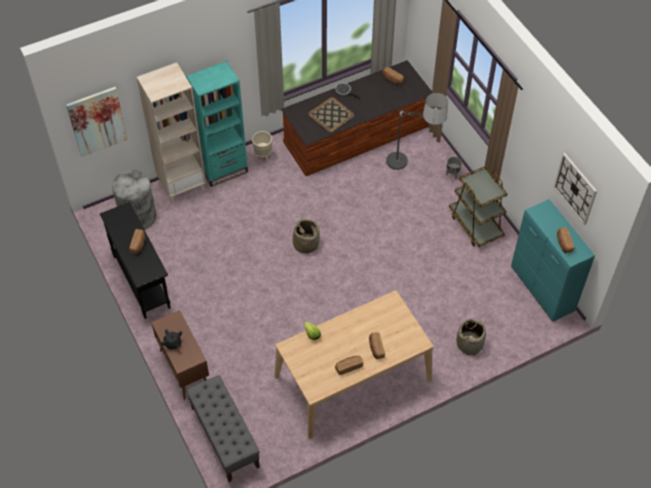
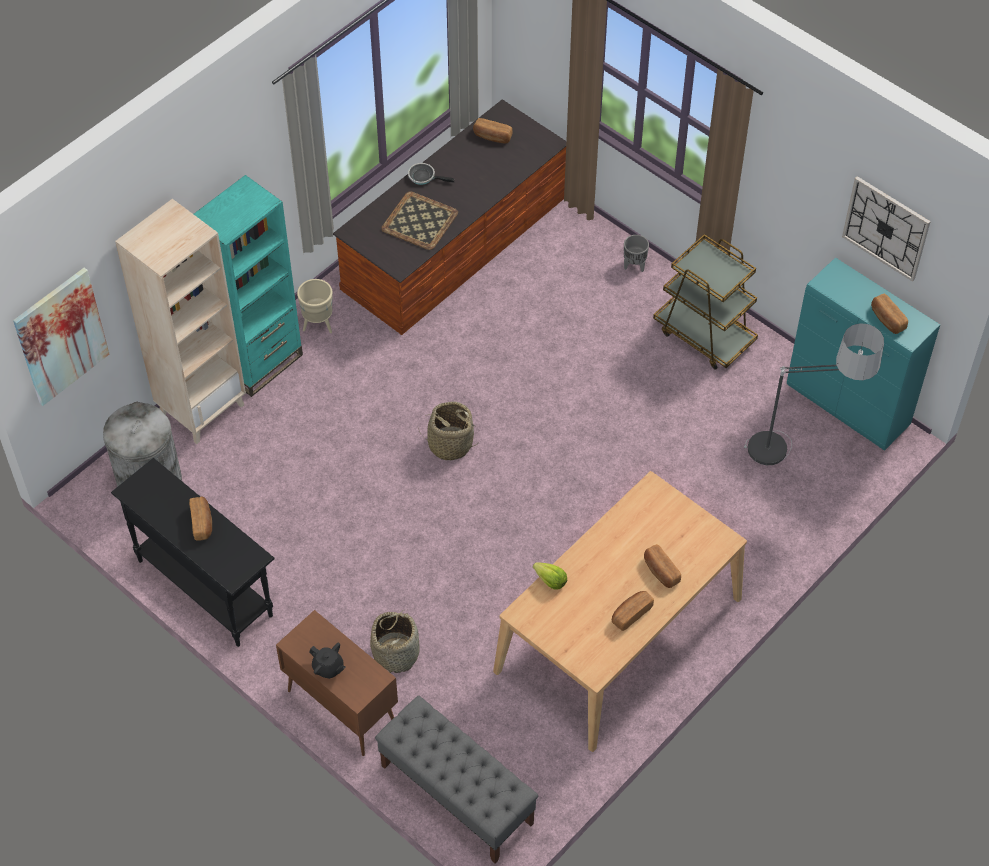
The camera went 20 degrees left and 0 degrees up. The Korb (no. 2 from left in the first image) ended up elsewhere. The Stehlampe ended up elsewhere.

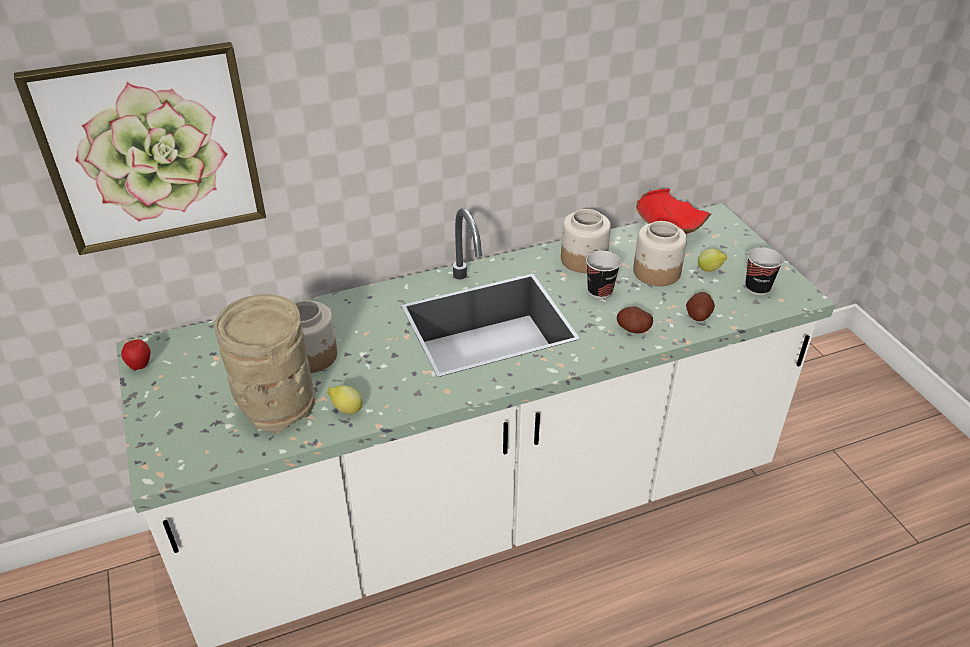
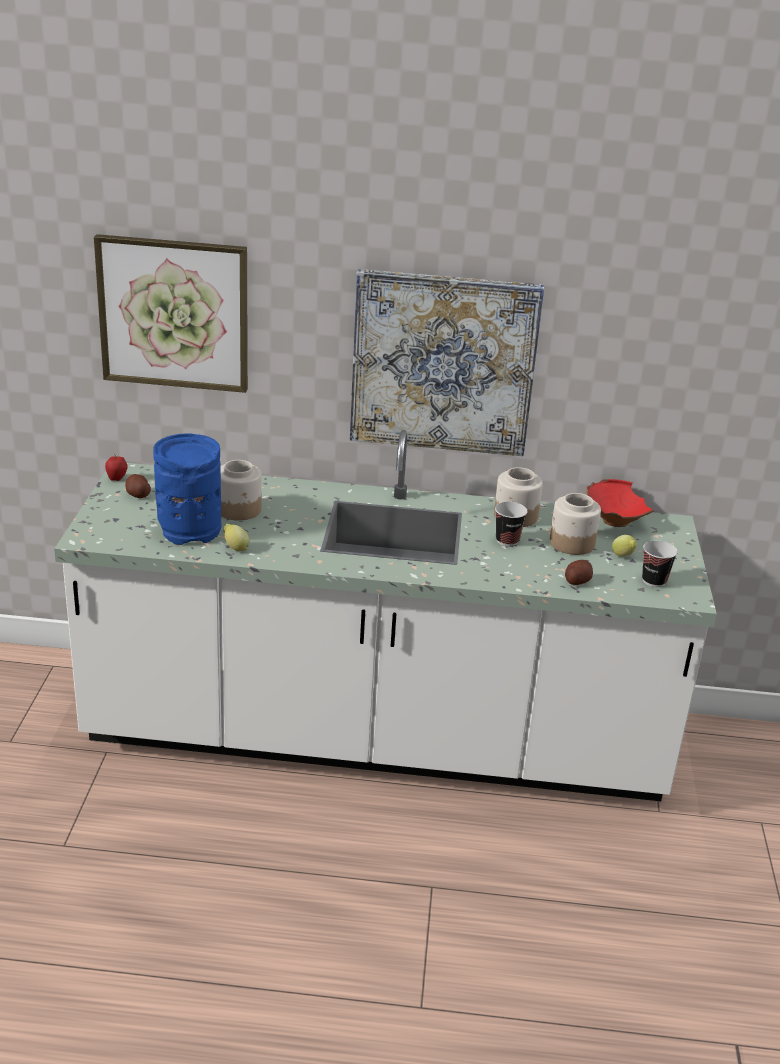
The camera went 25 degrees right and 10 degrees down. The Kartoffel (no. 1 from left) ended up elsewhere. What was the Vase/beige turned into the Vase/blau. The second view gained the Bild (no. 2 from left).

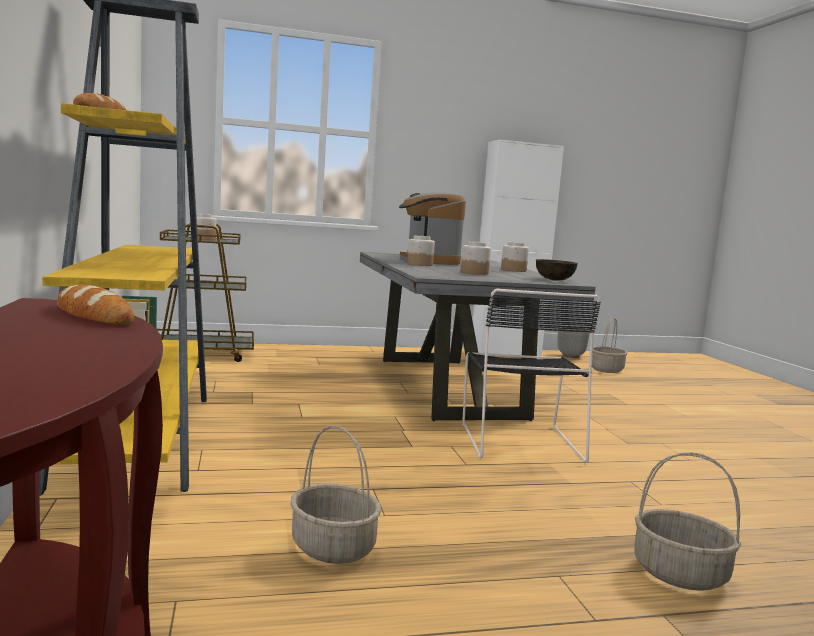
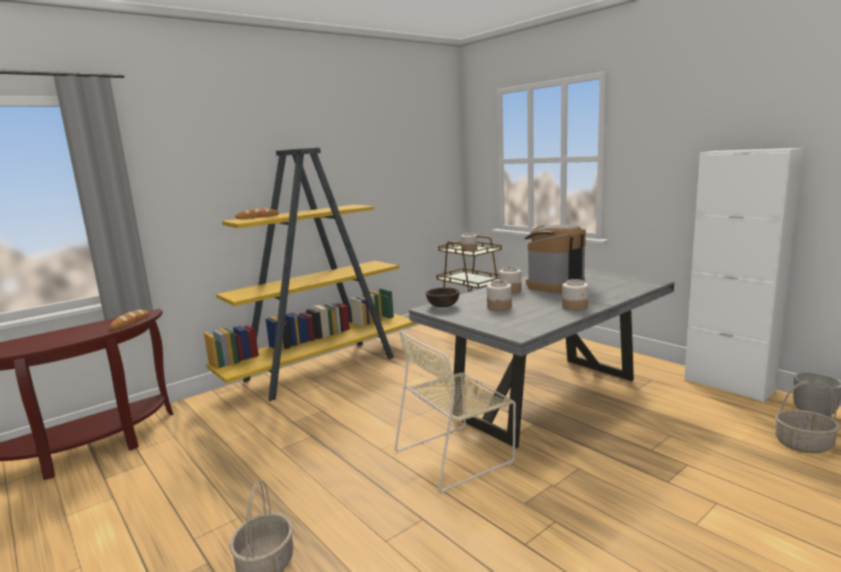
The camera went 65 degrees right and 5 degrees up. What was the Stuhl/schwarz turned into the Stuhl/beige. The Schüssel/braun ended up elsewhere. The second view lost the Korb (no. 1 from left).

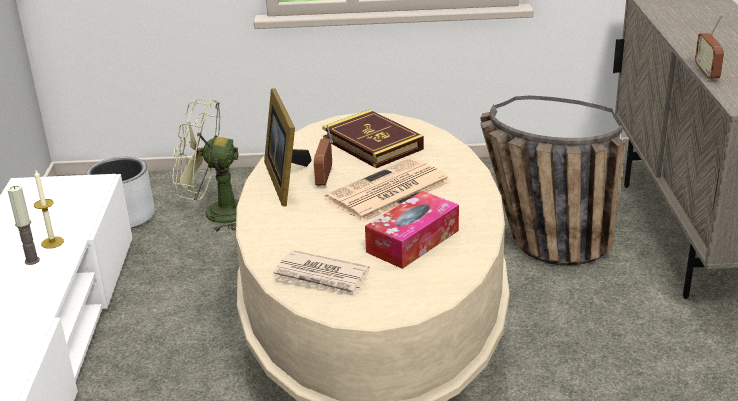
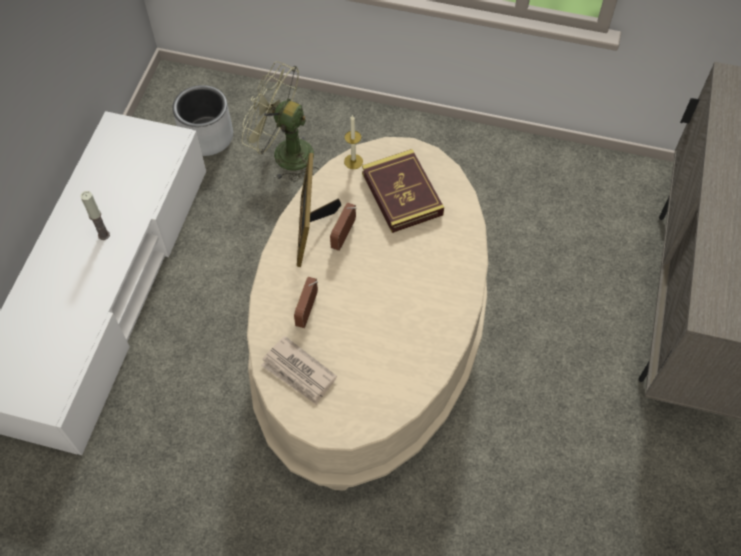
The camera went 15 degrees right and 30 degrees up. The Radio (no. 2 from left in the first image) ended up elsewhere. The Kerze (no. 2 from left) ended up elsewhere. The second view lost the Zeitung (no. 2 from left). The second view lost the Taschentuchbox. The second view lost the Korb.

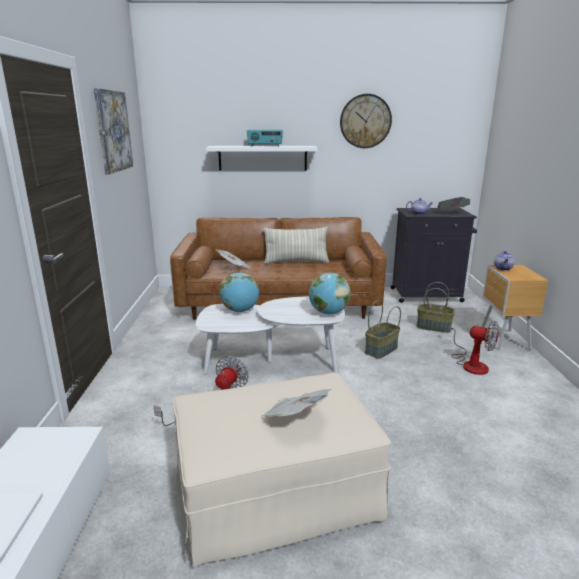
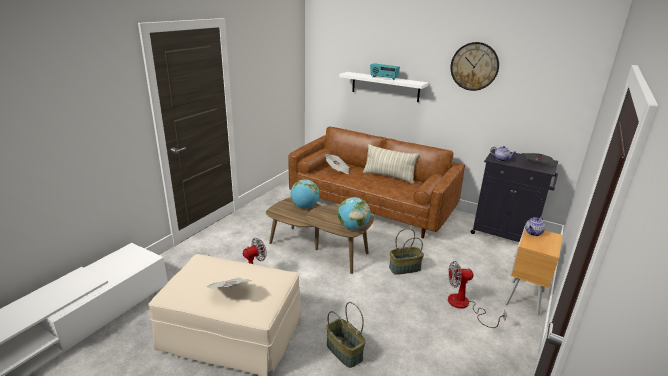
The camera went 30 degrees right and 5 degrees up. What was the Couchtisch/weiß turned into the Couchtisch/braun. The Korb (no. 2 from left in the first image) ended up elsewhere. The Ventilator (no. 2 from left) ended up facing another way, 120 degrees clockwise from before. The second view lost the Bild.

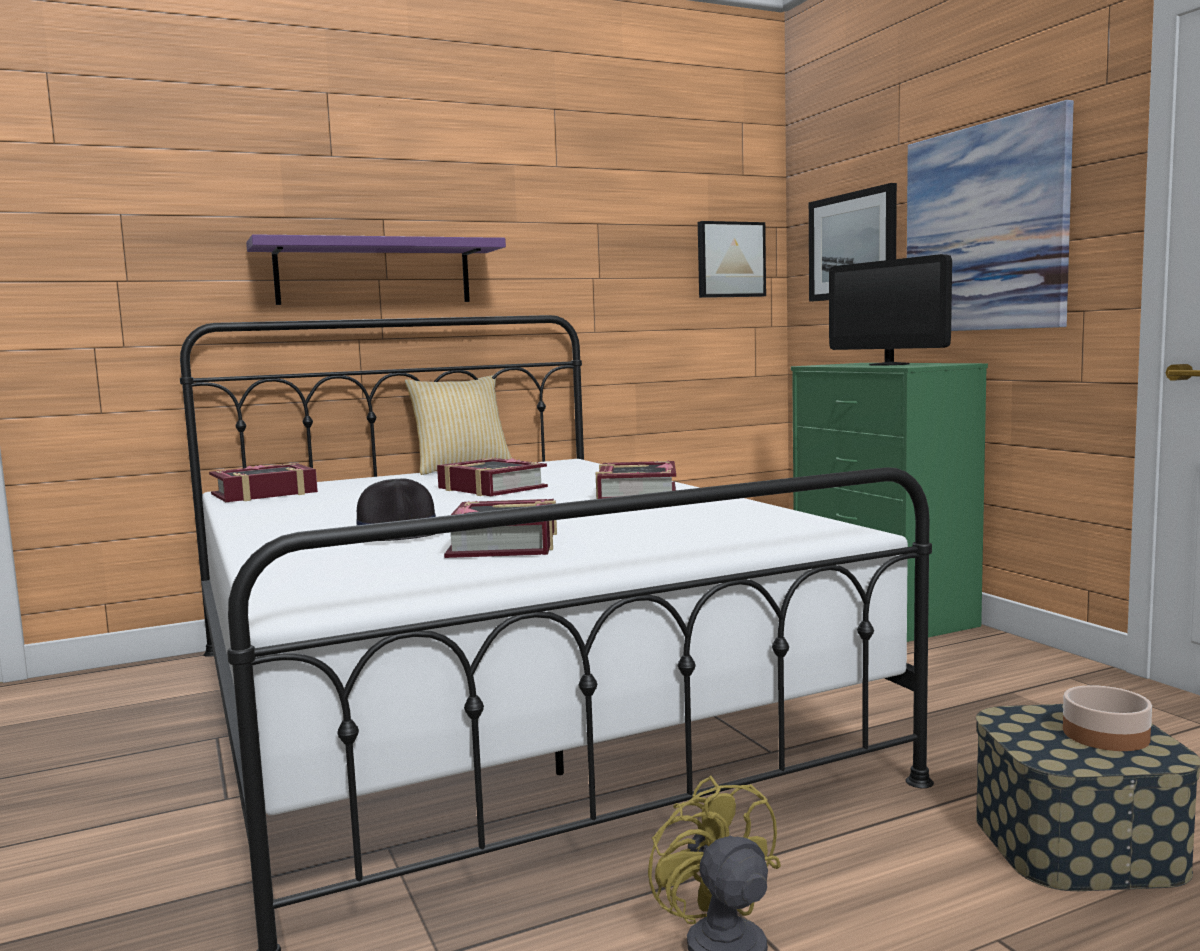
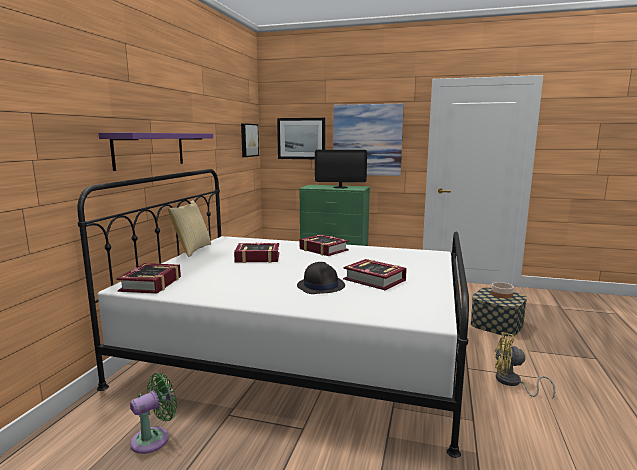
The camera went 50 degrees left and 5 degrees up. The second view gained the Ventilator/grün.

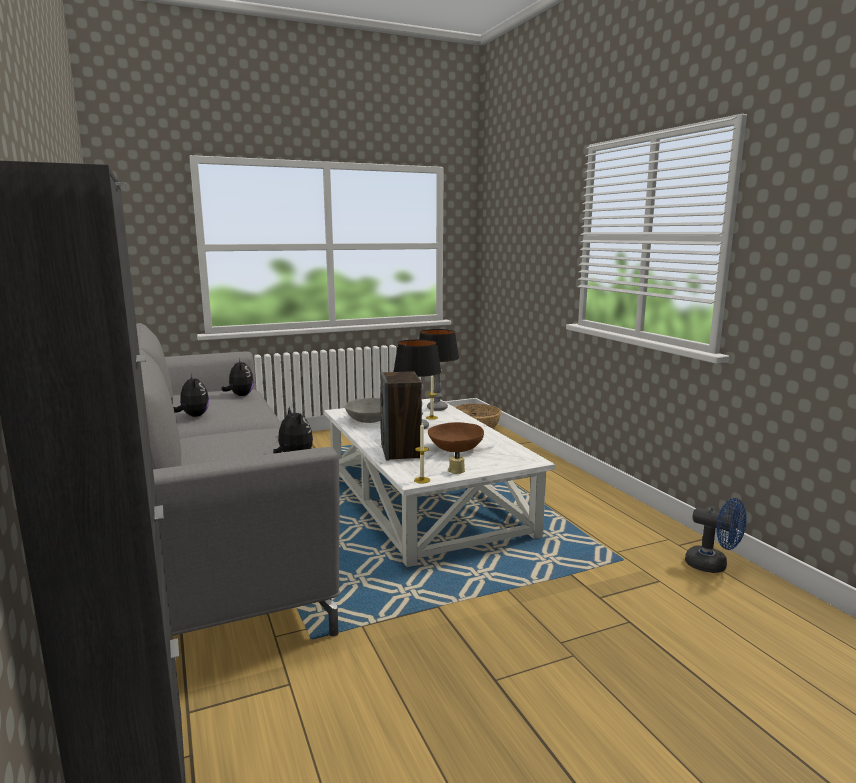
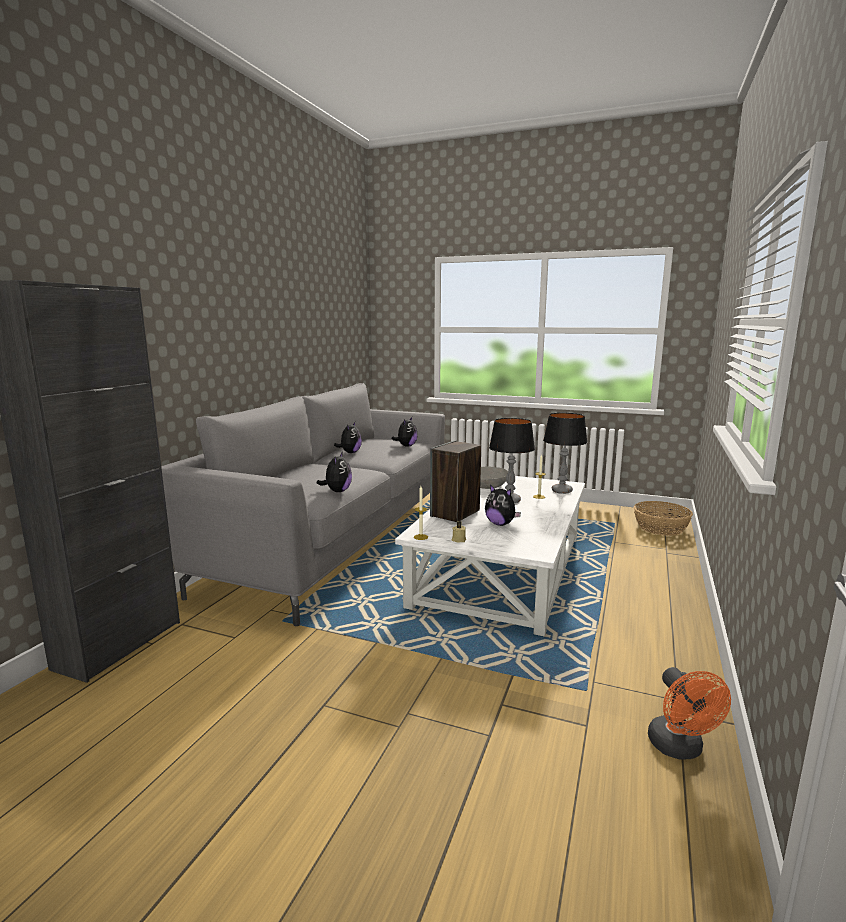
The camera went 45 degrees right and 0 degrees up. Where the Schüssel/braun stood, the Plüschtier (no. 4 from left) came to stand. What was the Ventilator/blau turned into the Ventilator/orange.

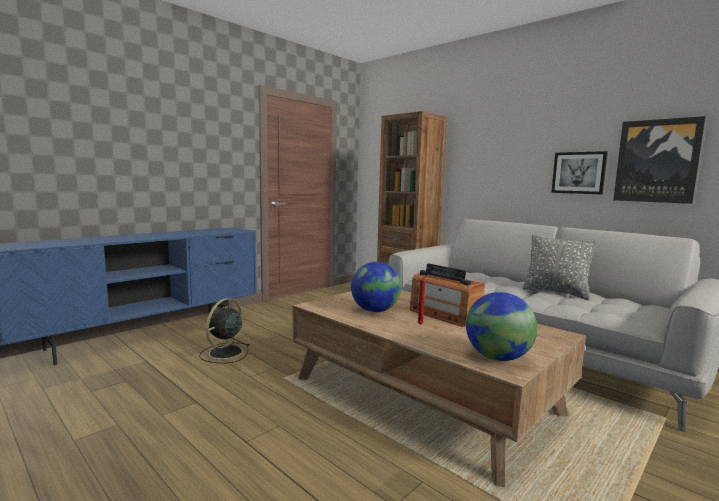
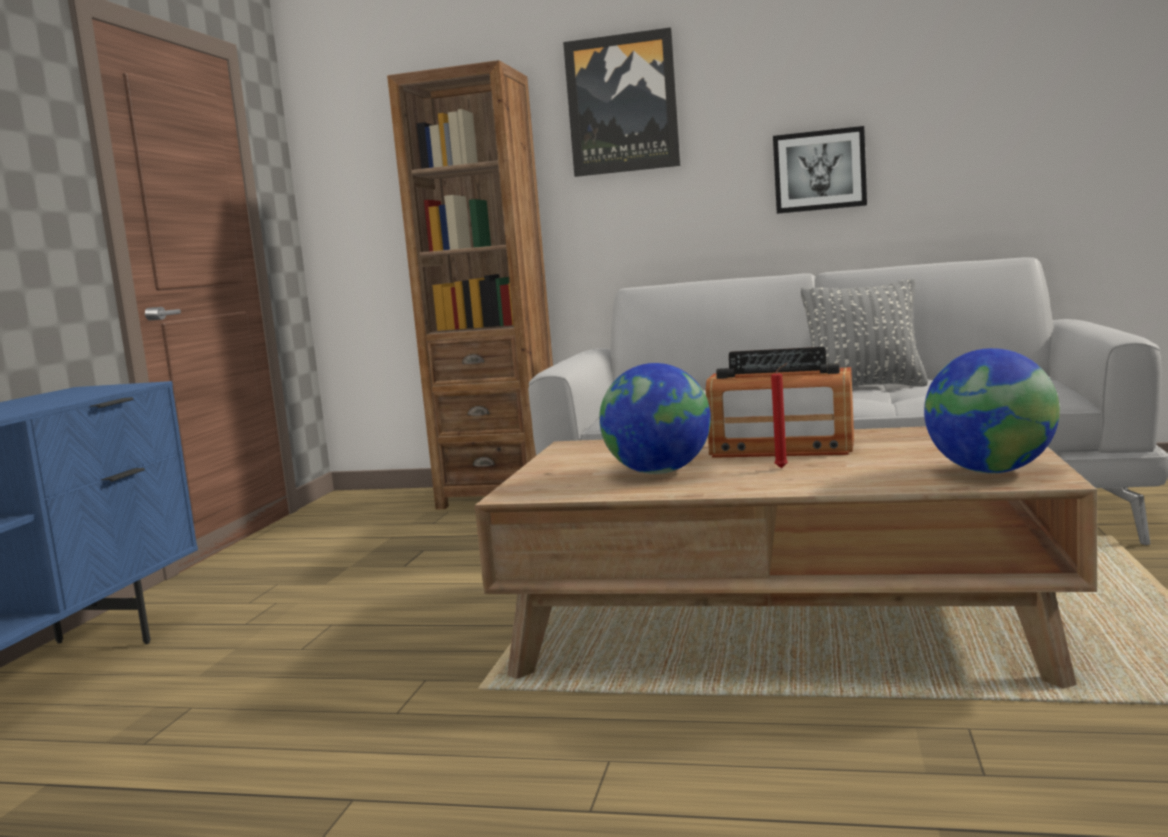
The camera went 30 degrees left and 0 degrees up. The Bild (no. 2 from left in the first image) ended up elsewhere. The second view lost the Ventilator/schwarz.

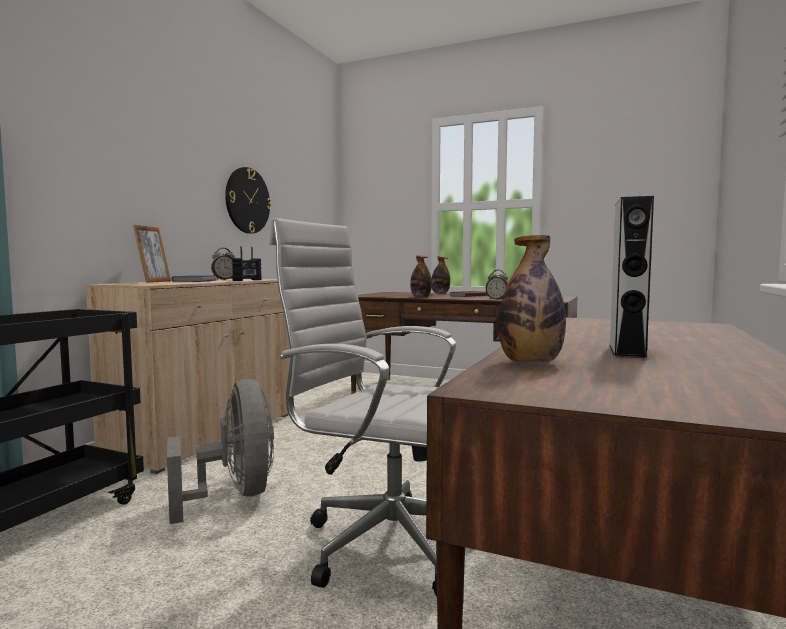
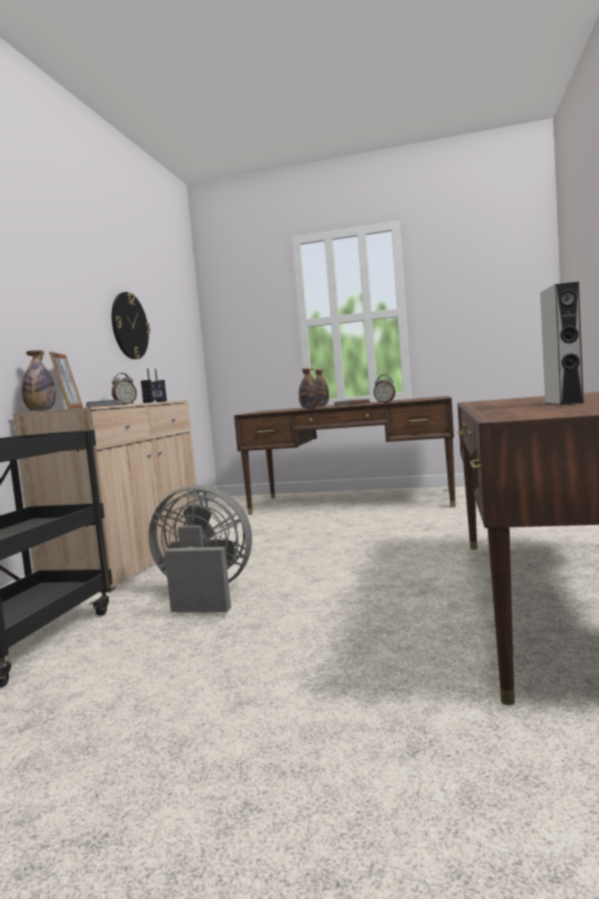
The camera went 10 degrees left and 0 degrees up. The Flasche (no. 3 from left in the first image) ended up elsewhere. The Ventilator/grau ended up facing another way, 45 degrees counterclockwise from before. The second view lost the Bürostuhl/weiß.

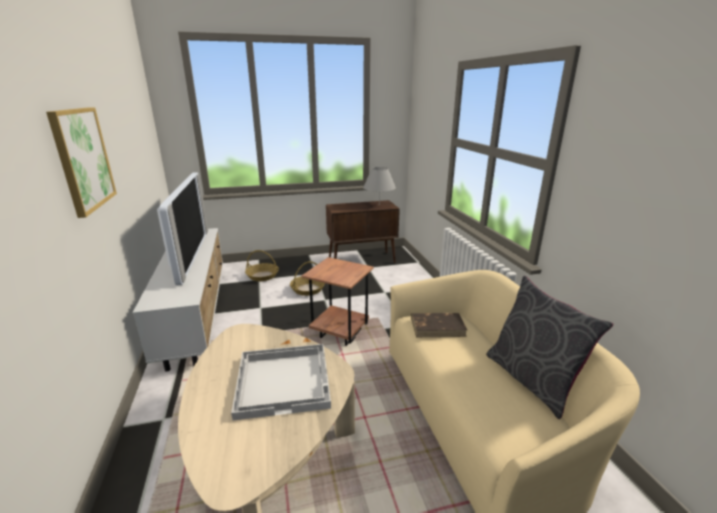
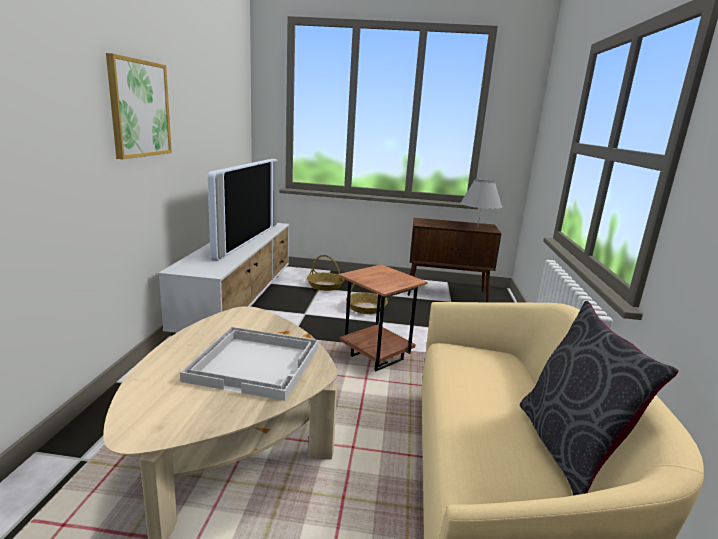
The camera went 20 degrees right and 5 degrees down. The second view lost the Buch/braun.

